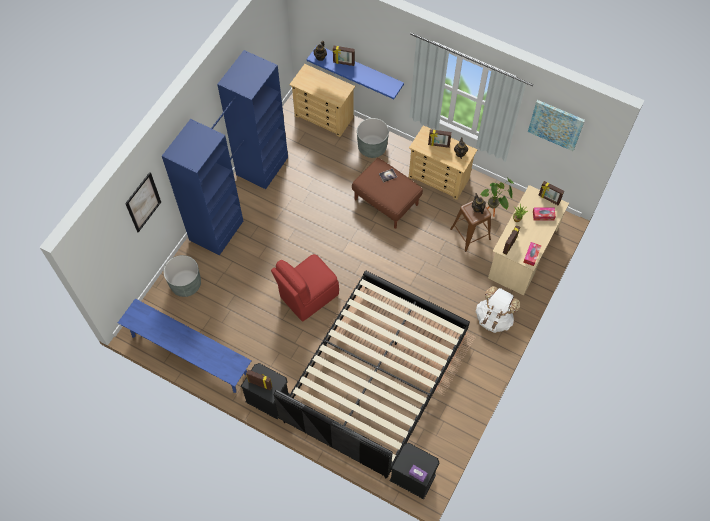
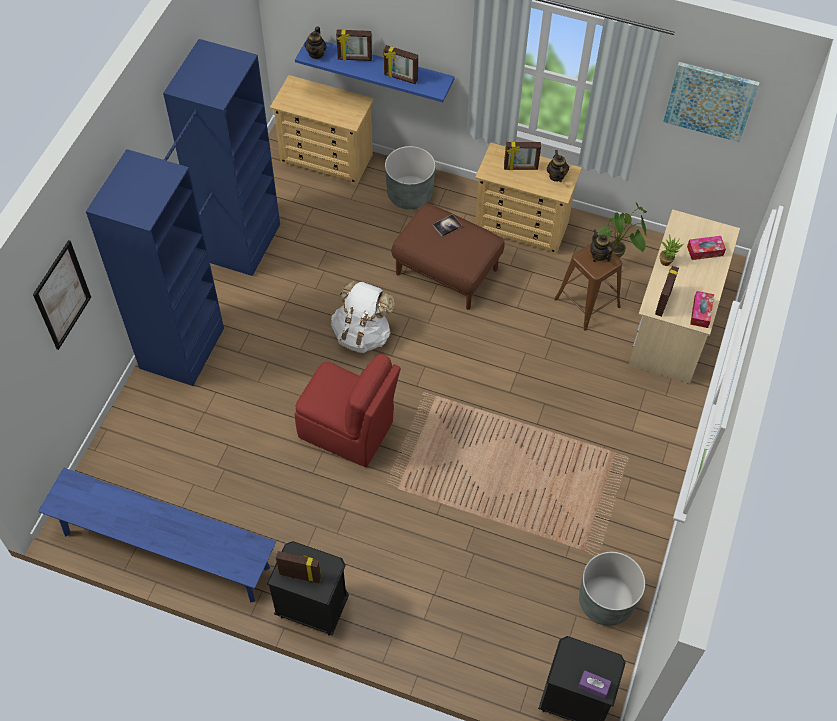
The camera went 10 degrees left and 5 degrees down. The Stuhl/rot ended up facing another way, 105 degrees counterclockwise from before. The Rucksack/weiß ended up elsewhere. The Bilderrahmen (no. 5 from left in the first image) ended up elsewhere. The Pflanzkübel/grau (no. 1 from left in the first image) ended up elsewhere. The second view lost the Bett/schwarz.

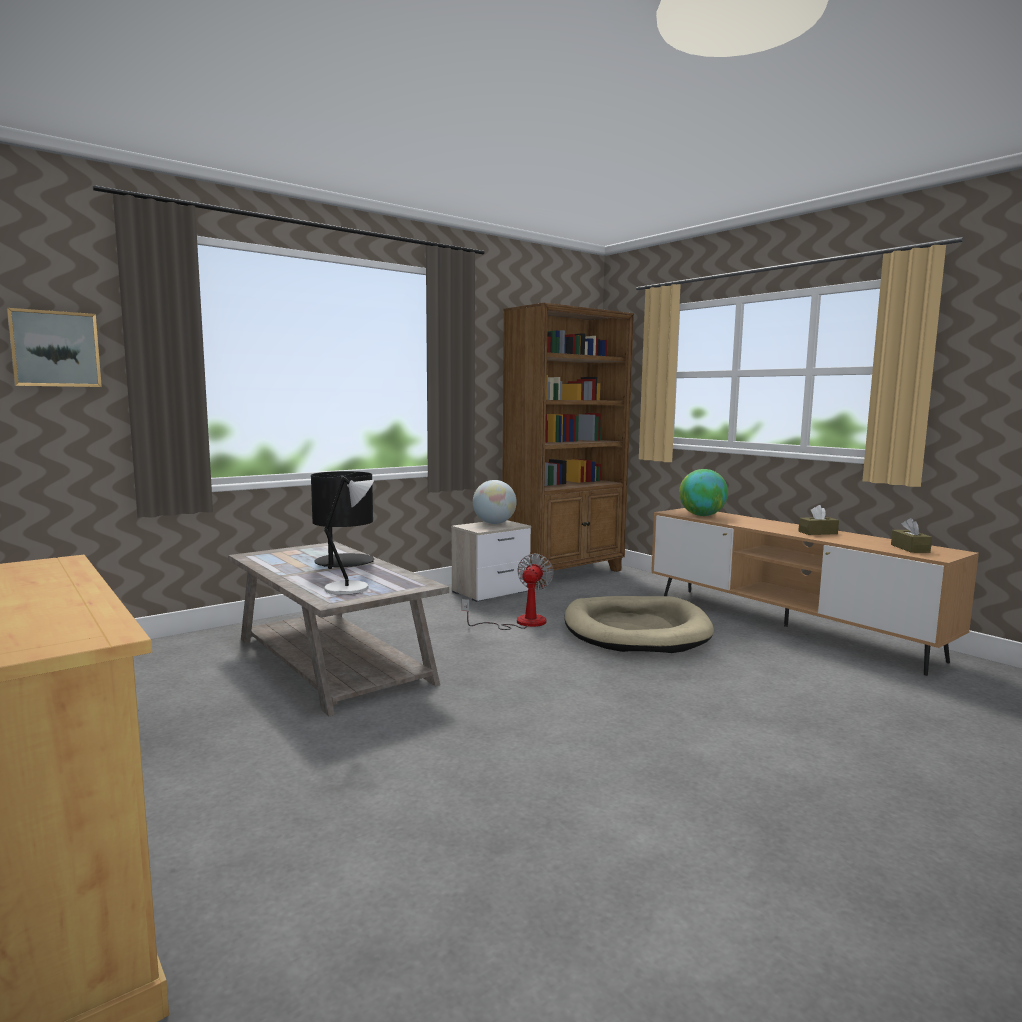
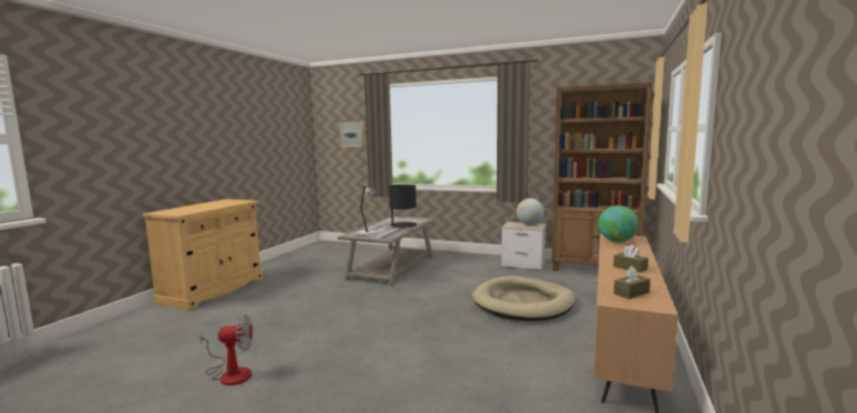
The camera went 60 degrees right and 0 degrees up. The Ventilator ended up elsewhere.

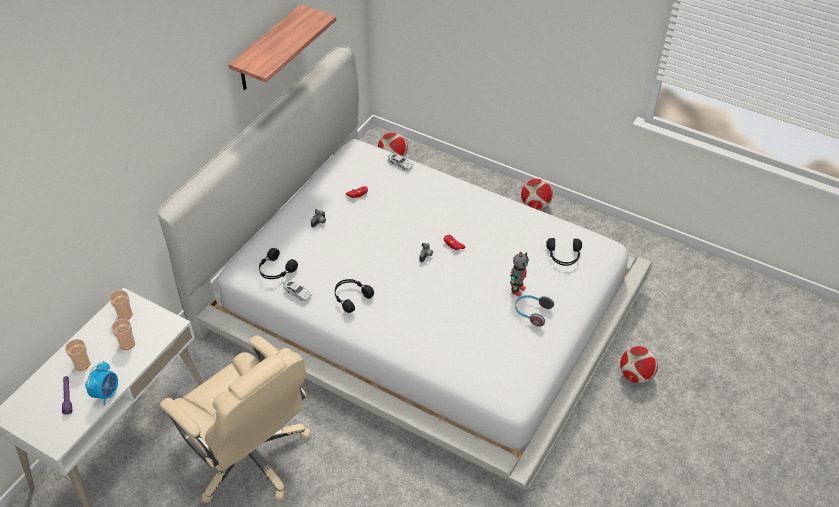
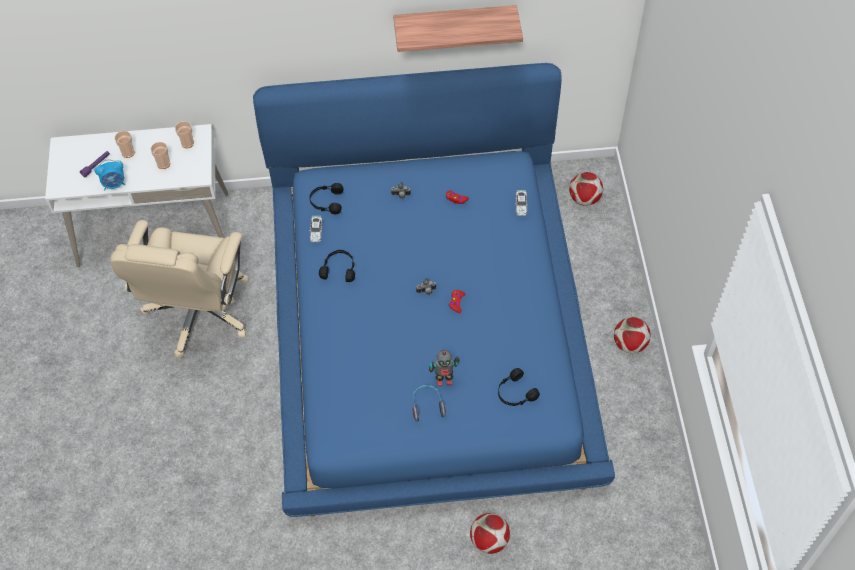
The camera went 55 degrees right and 10 degrees up. What was the Bett/weiß turned into the Bett/blau.

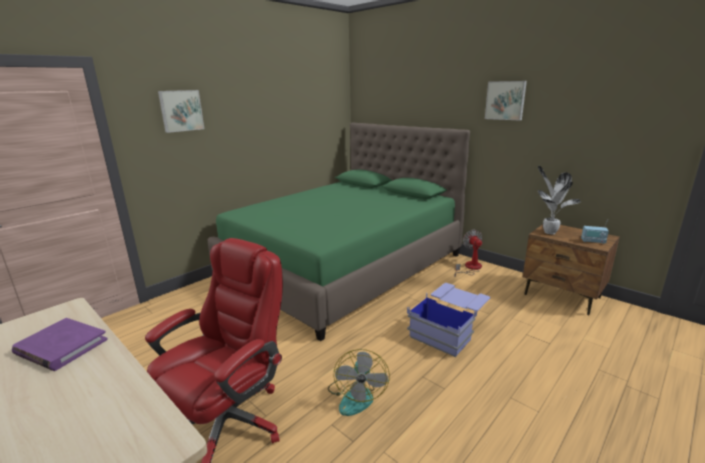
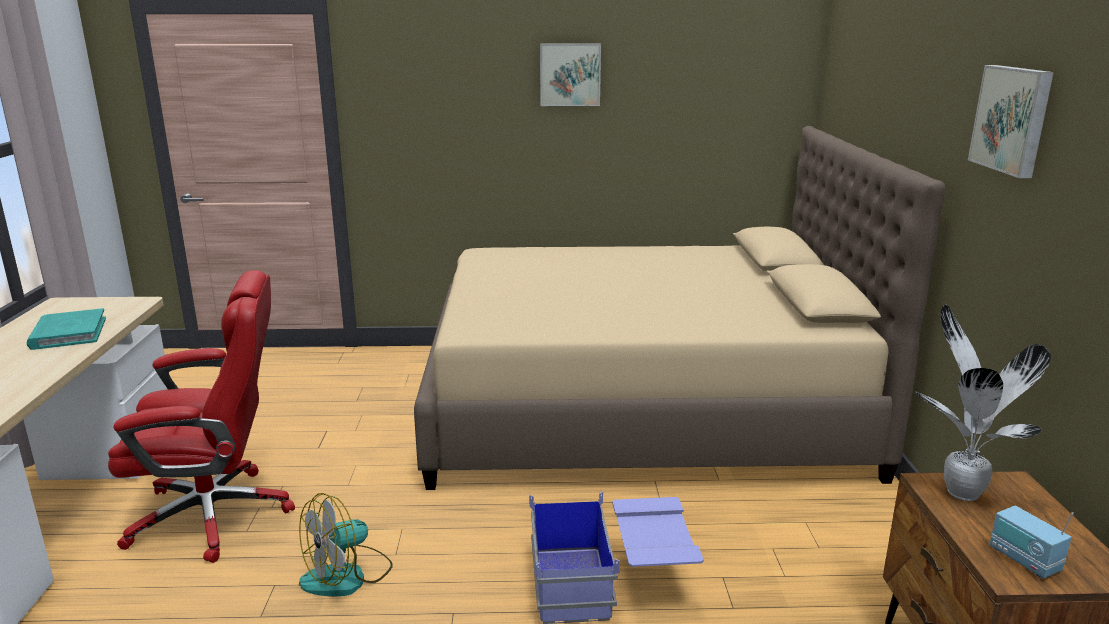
The camera went 45 degrees right and 0 degrees up. What was the Buch/lila turned into the Buch/türkis. What was the Bett/grün turned into the Bett/beige. The Bild (no. 1 from left) ended up elsewhere. The second view lost the Ventilator (no. 2 from left).

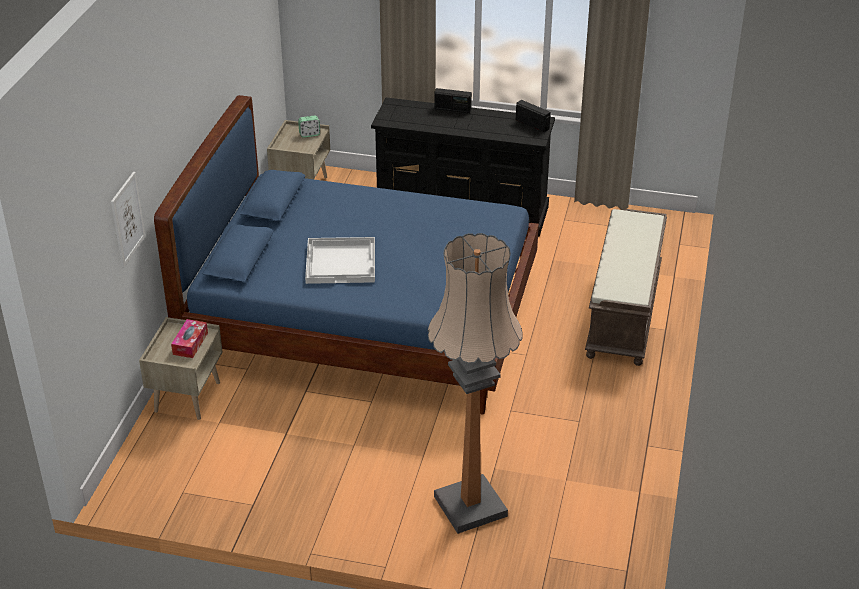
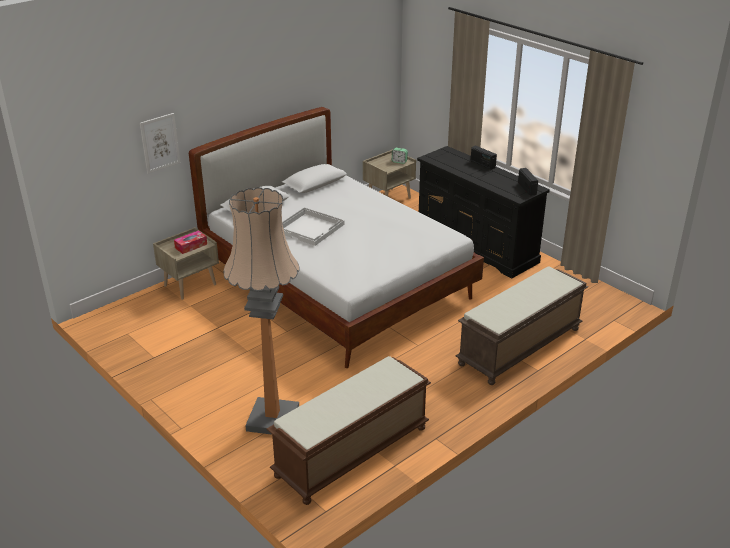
The camera went 35 degrees right and 5 degrees down. What was the Bett/blau turned into the Bett/weiß. The second view gained the Bank/braun (no. 1 from left).

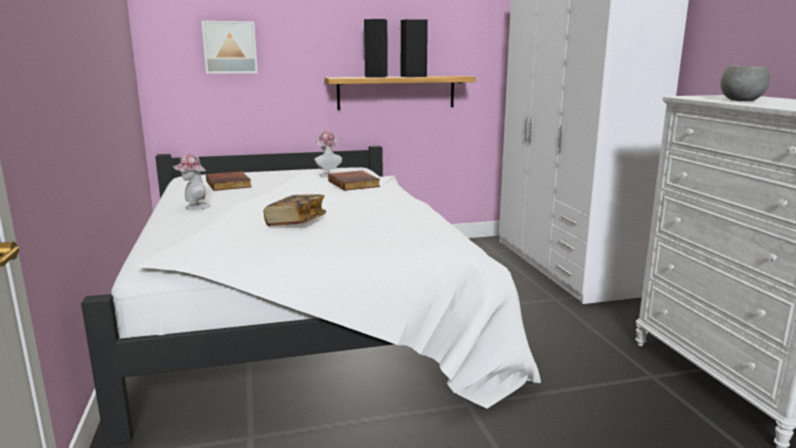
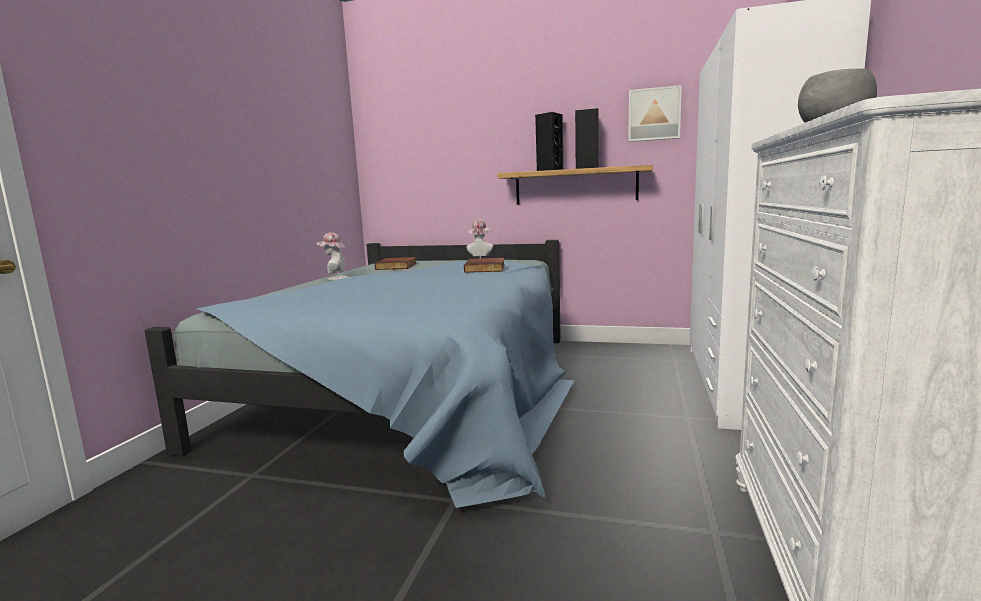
The camera went 30 degrees right and 5 degrees down. What was the Bett/weiß turned into the Bett/blau. The Bild ended up elsewhere. The second view lost the Buch (no. 2 from left).

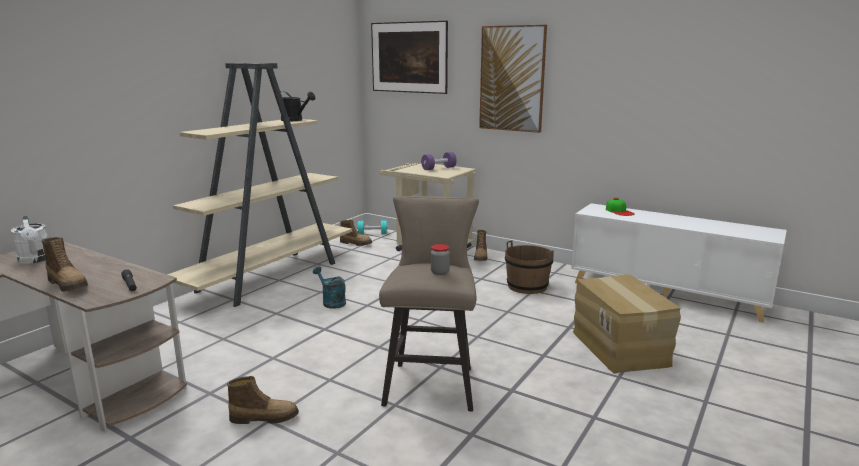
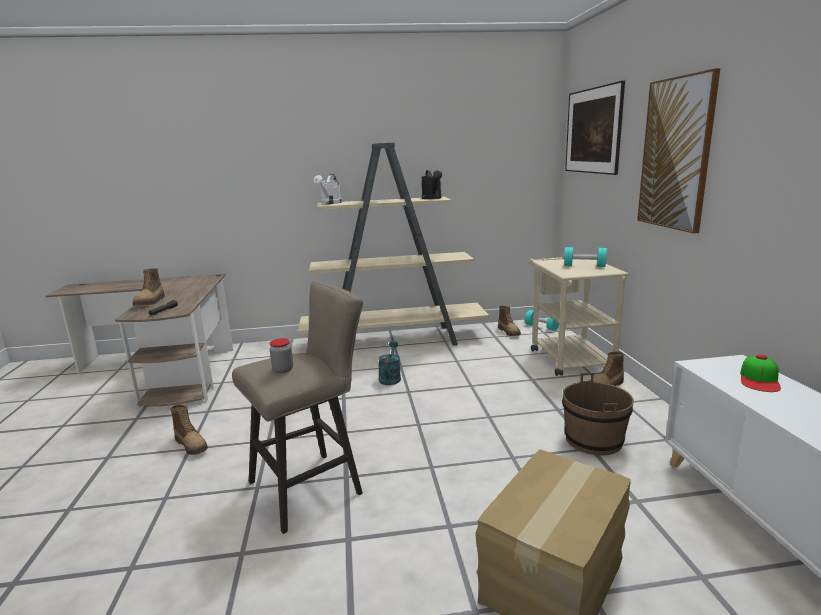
The camera went 50 degrees right and 0 degrees up. The Gießkanne/weiß ended up elsewhere. What was the Hantel/lila turned into the Hantel/türkis (no. 2 from left).

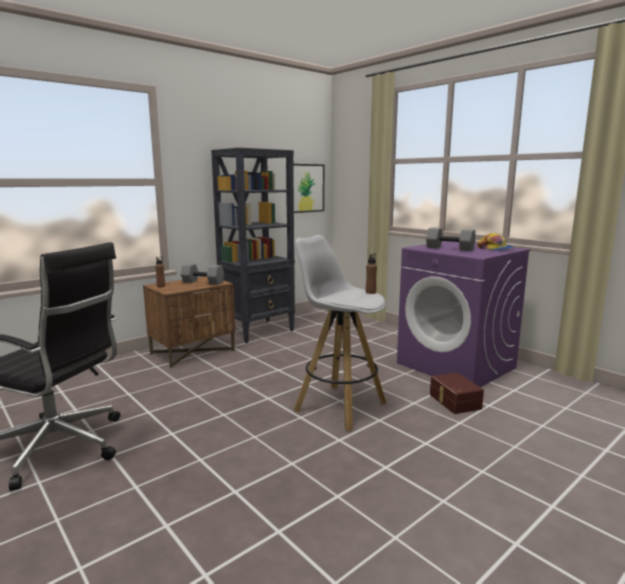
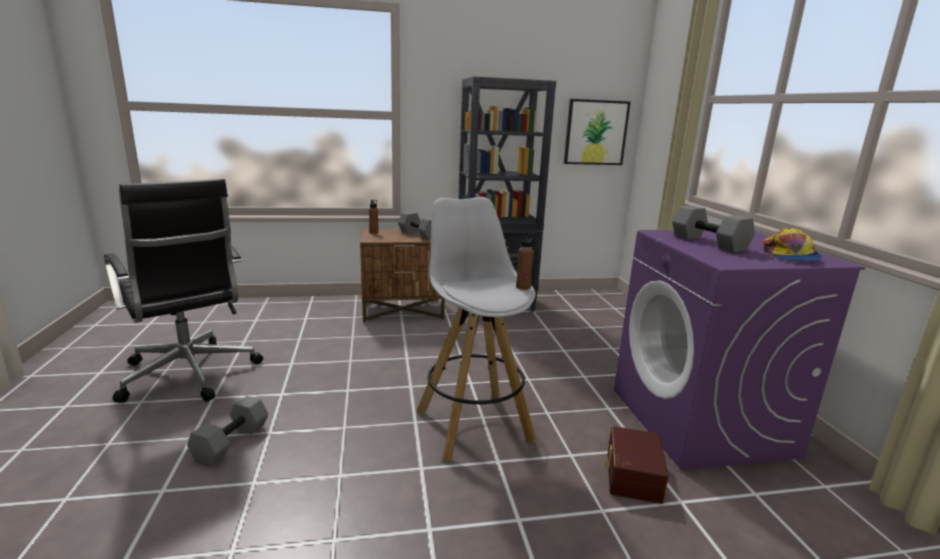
The camera went 30 degrees right and 5 degrees up. The second view gained the Hantel/grau (no. 1 from left).

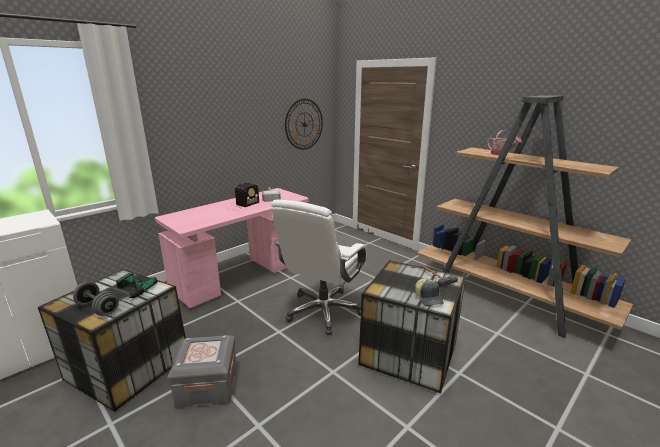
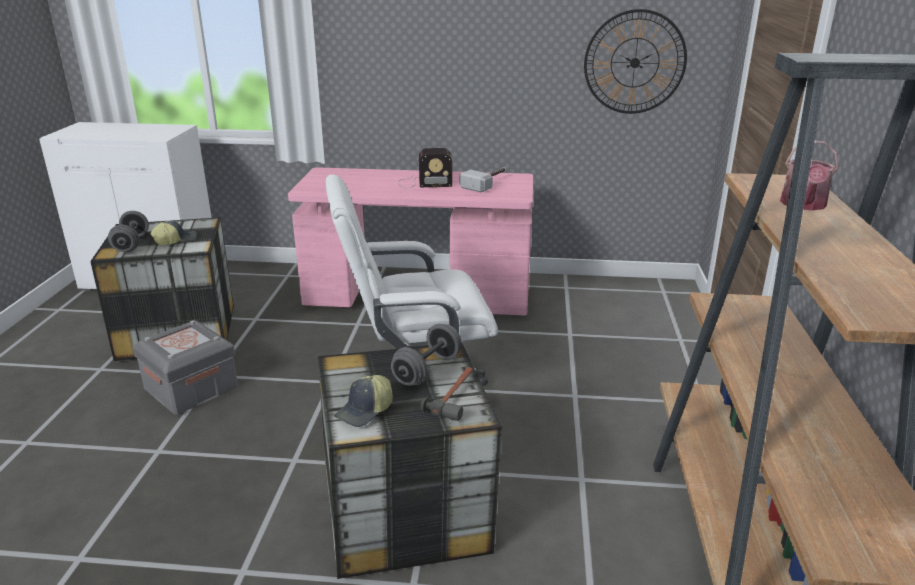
The camera went 50 degrees right and 5 degrees up. Where the Bohrmaschine stood, the Kappe (no. 1 from left) came to stand. The second view gained the Hantel/grau (no. 2 from left).

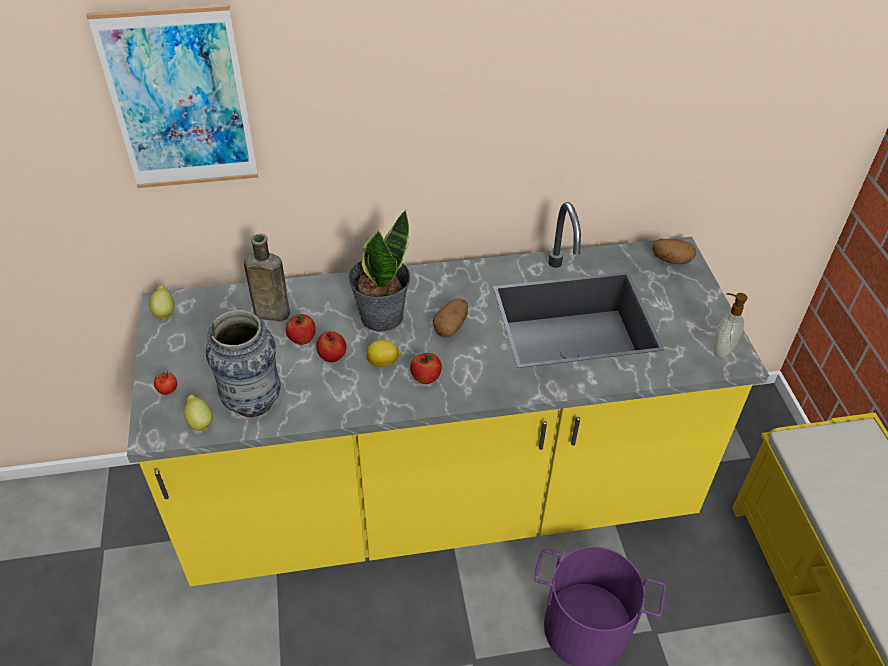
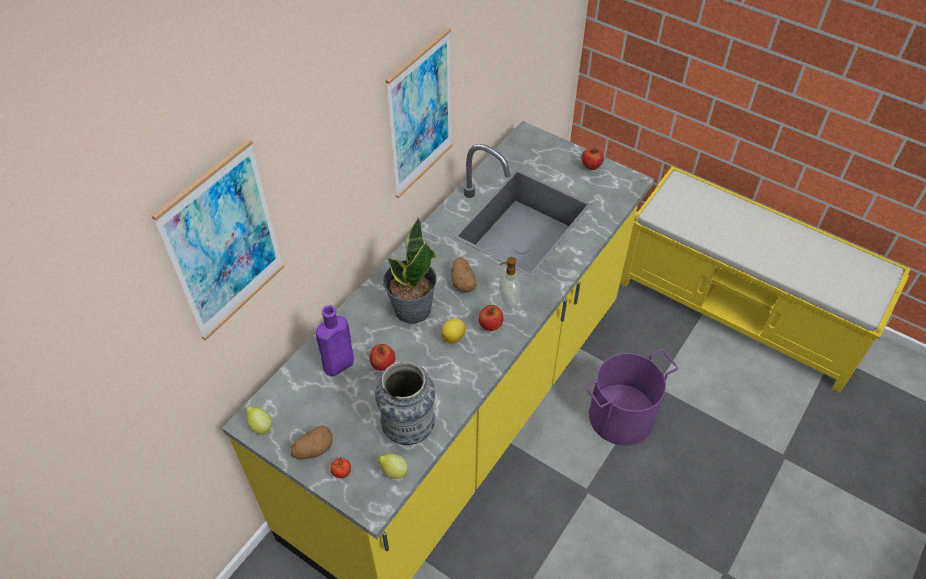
The camera went 45 degrees left and 5 degrees up. The Kartoffel (no. 2 from left in the first image) ended up elsewhere. What was the Flasche/braun turned into the Flasche/lila. The second view gained the Bild (no. 2 from left). The Seifenspender ended up elsewhere. The Apfel (no. 2 from left in the first image) ended up elsewhere.

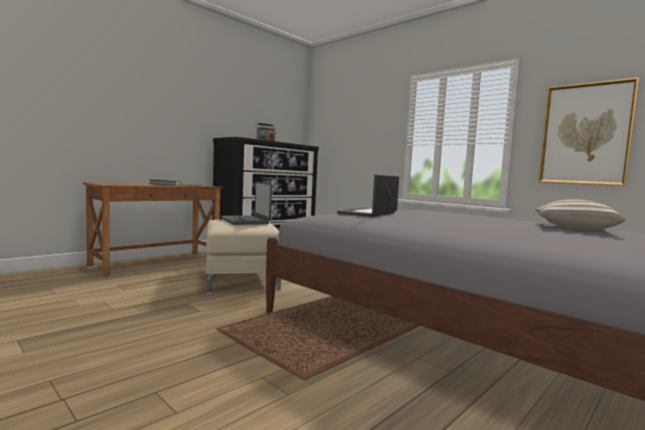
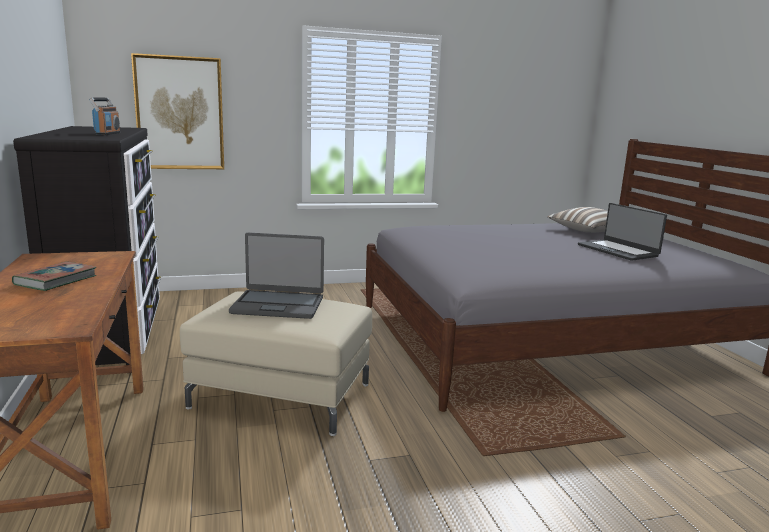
The camera went 60 degrees left and 10 degrees up. The Bild ended up elsewhere. The Laptop (no. 2 from left) ended up elsewhere.

